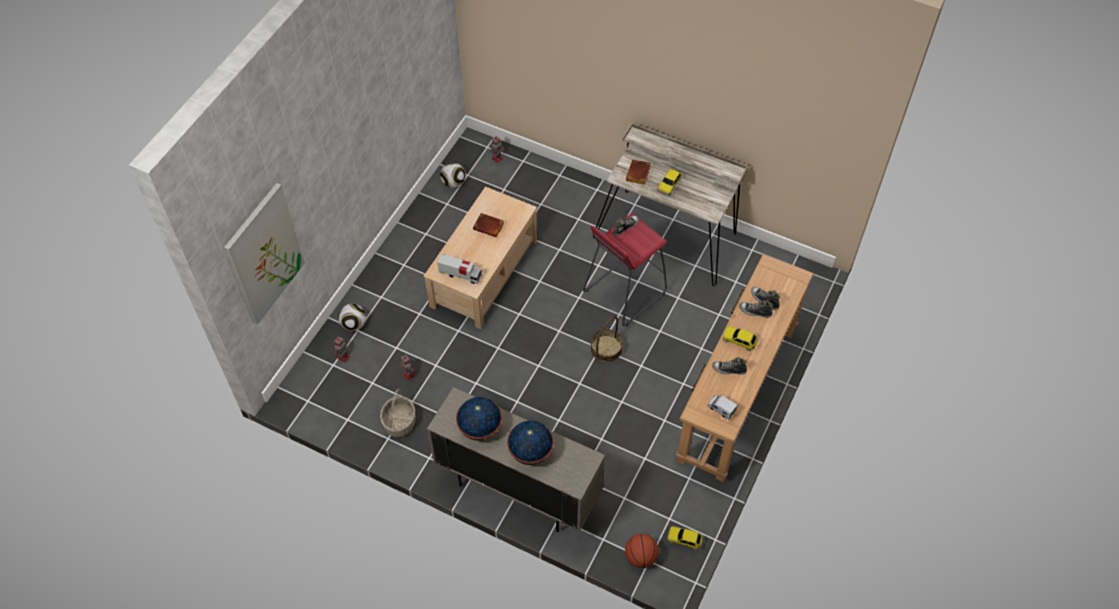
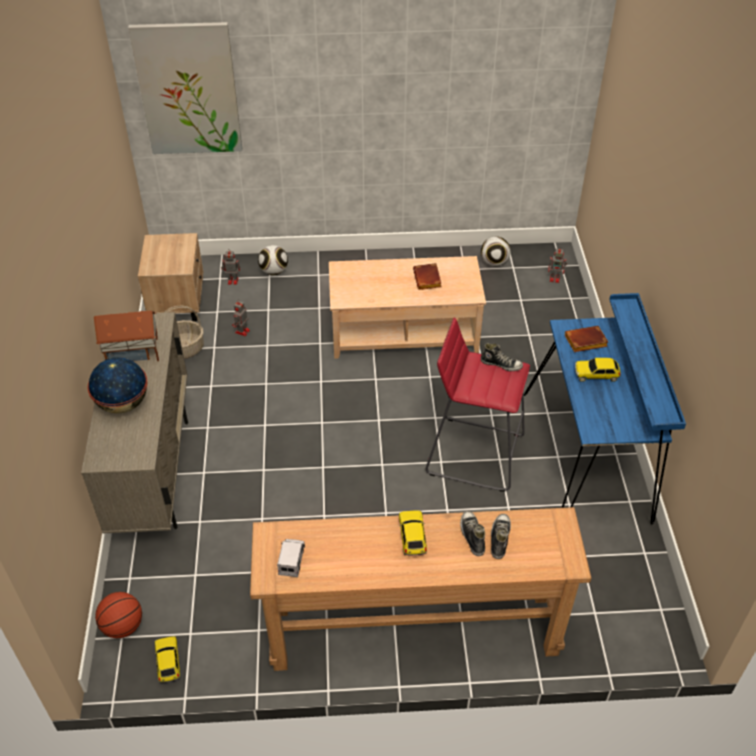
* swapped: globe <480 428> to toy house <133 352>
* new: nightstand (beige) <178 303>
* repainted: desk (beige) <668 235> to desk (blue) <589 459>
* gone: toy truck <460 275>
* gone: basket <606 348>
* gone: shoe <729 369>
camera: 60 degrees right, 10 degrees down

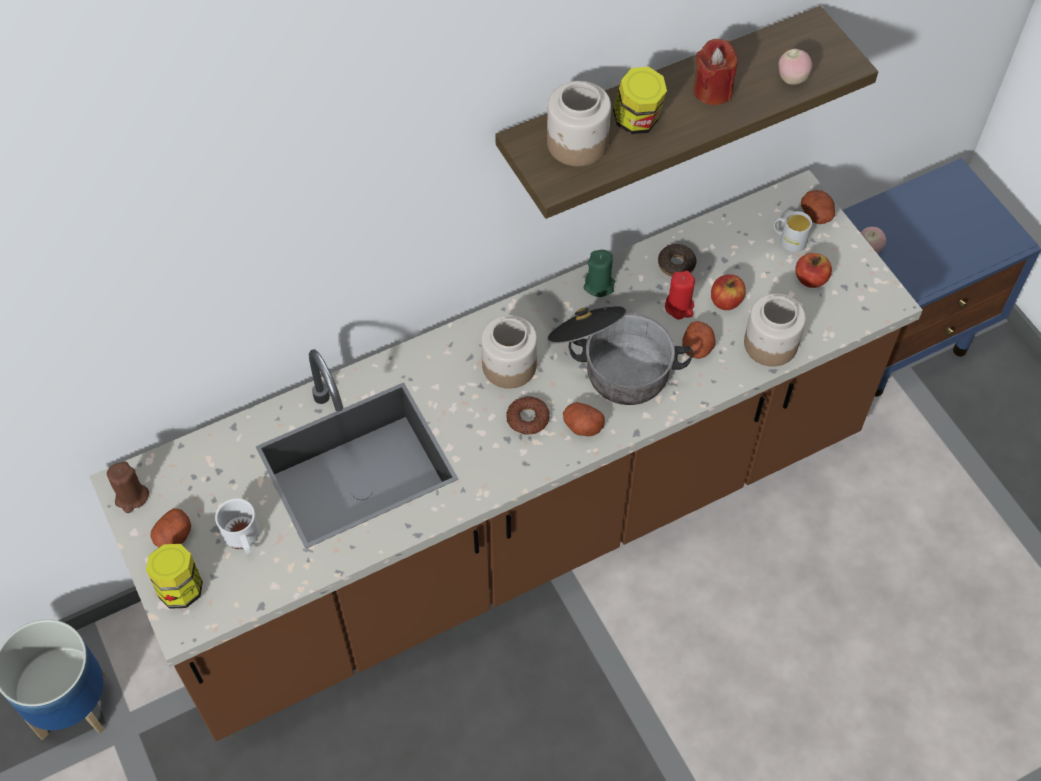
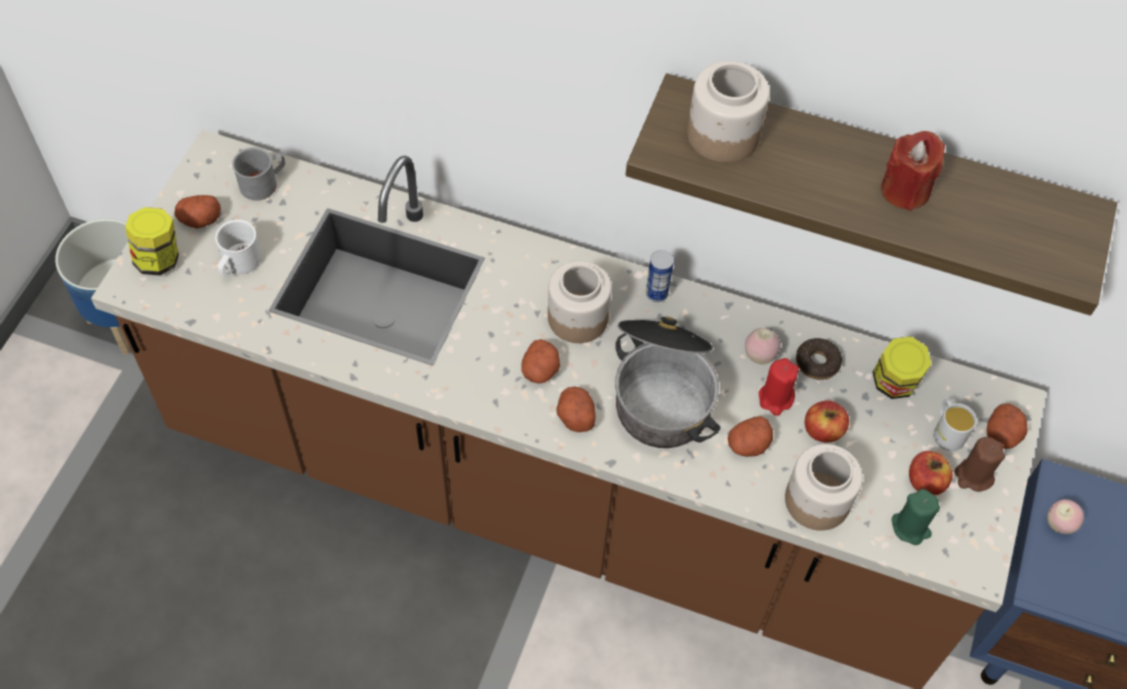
* new: mug (grey) <264 183>
* swapped: donut <527 418> to potato <540 370>
* new: can <656 293>
* shifted: apple <792 79> to <759 356>
* shifted: jar <637 121> to <894 383>
* shifted: candle (green) <599 285> to <910 527>
* shifted: candle (brown) <131 497> to <973 476>
camera: 45 degrees right, 0 degrees up

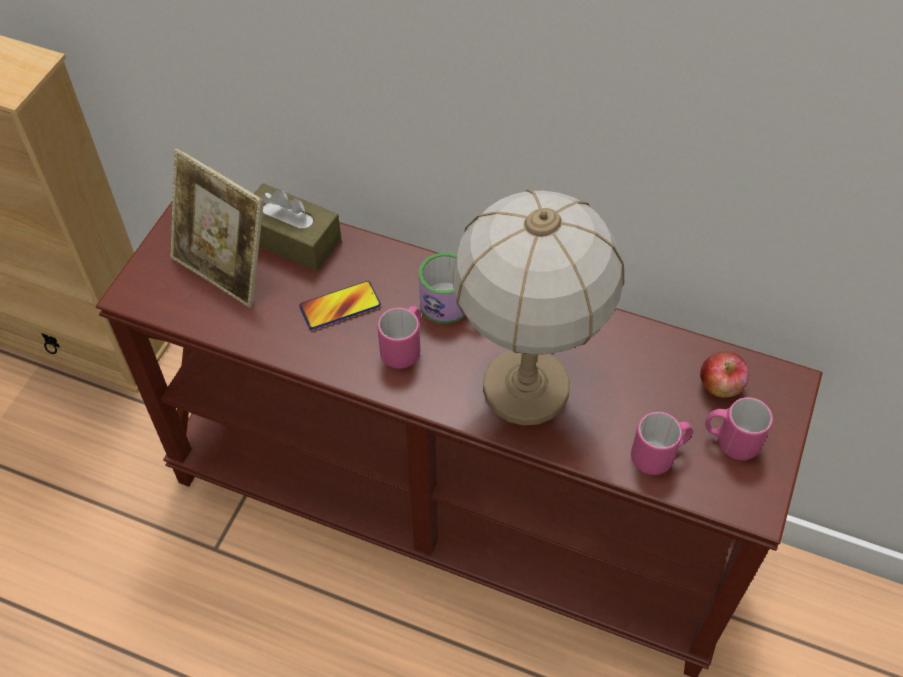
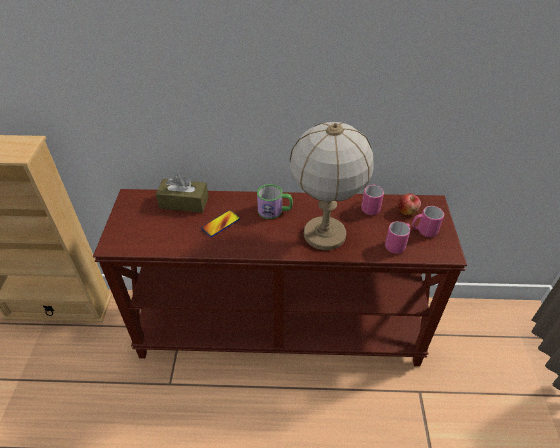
* shifted: mug (pink) <404 348> to <370 207>
* gone: picture frame <225 270>
camera: 20 degrees left, 10 degrees down

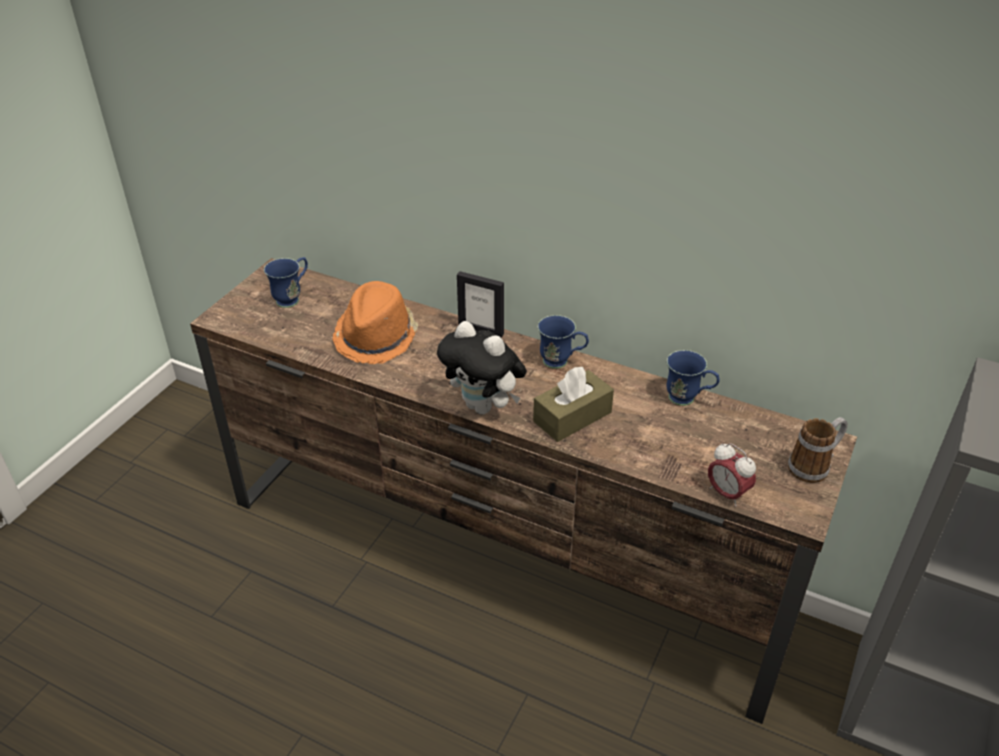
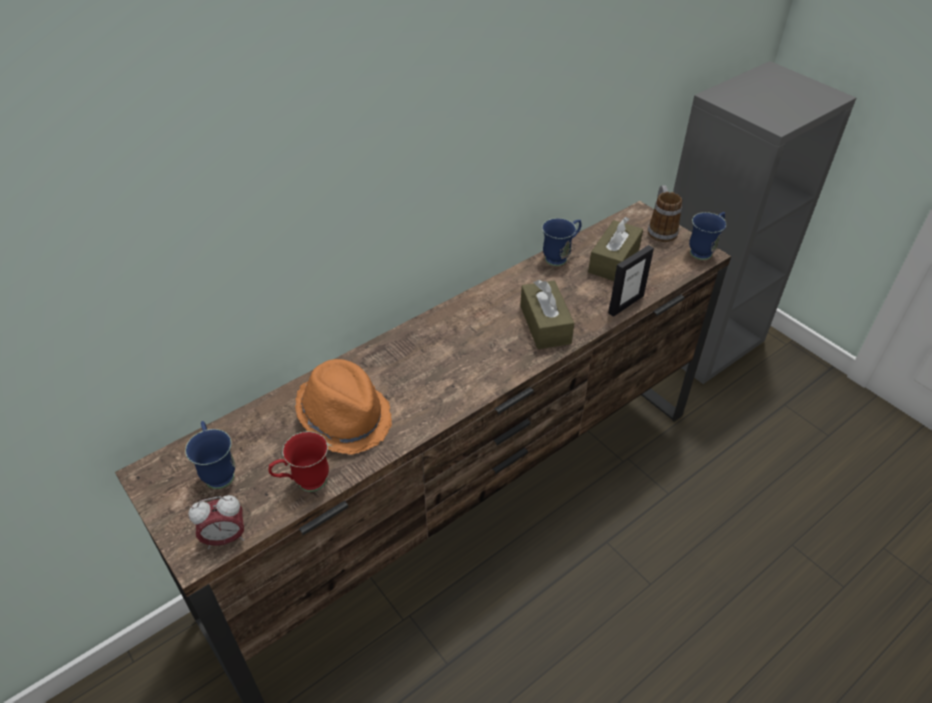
* shifted: alarm clock <727 494> to <225 538>
* new: mug (red) <304 483>
* new: tissue box (brown) <614 261>
* shifted: picture frame <481 330> to <625 304>
* shifted: mug (blue) <561 362> to <704 250>
* gone: plush toy <484 407>
camera: 65 degrees left, 5 degrees up

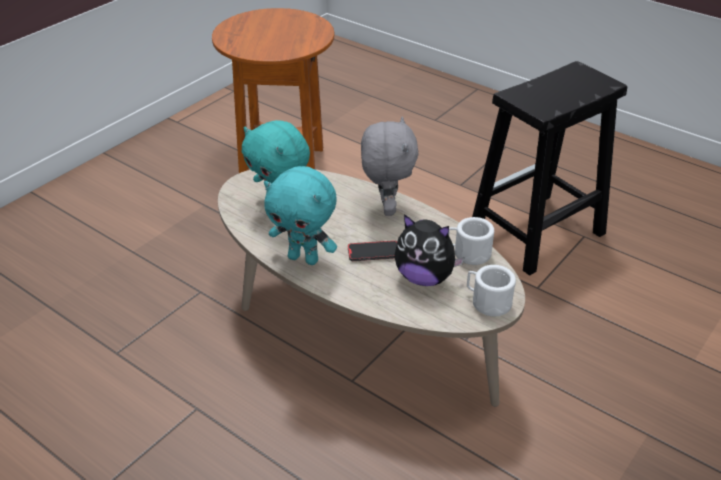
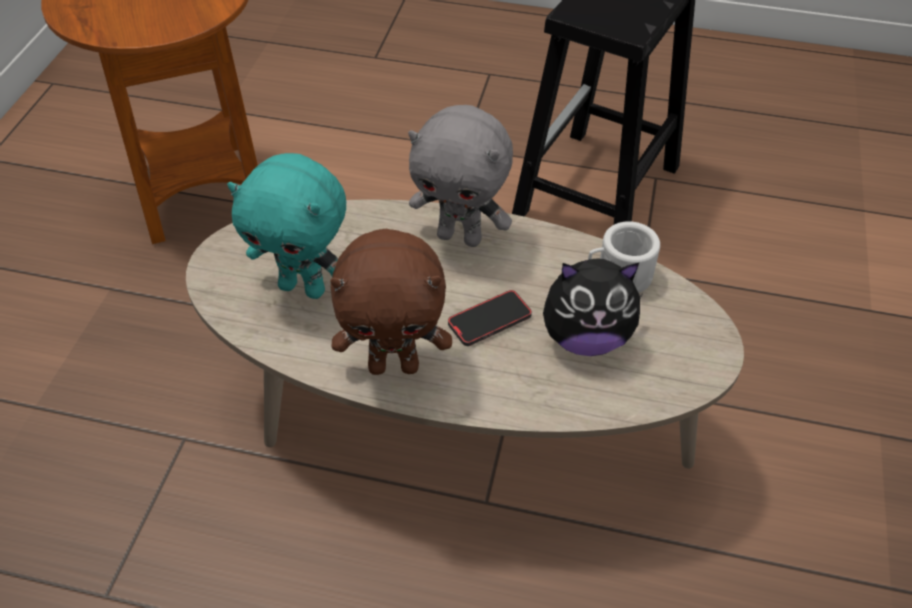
* repainted: plush toy (turquoise) <304 258> to plush toy (brown) <394 365>
* rotated: plush toy (grey) <386 207> = <460 237> 135 degrees clockwise
* gone: mug (white) <487 302>
camera: 25 degrees left, 10 degrees up

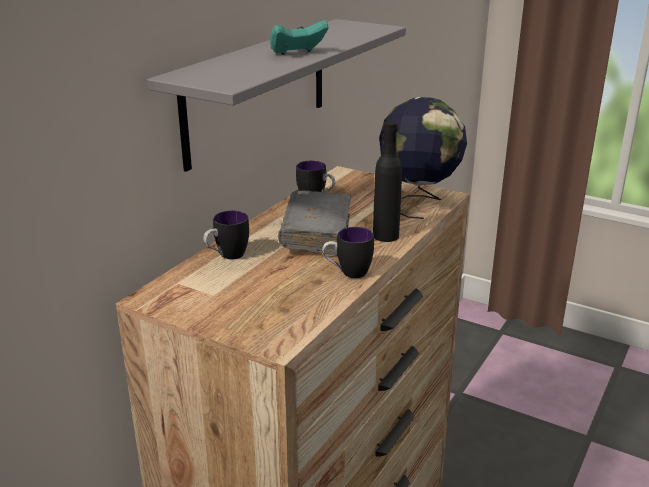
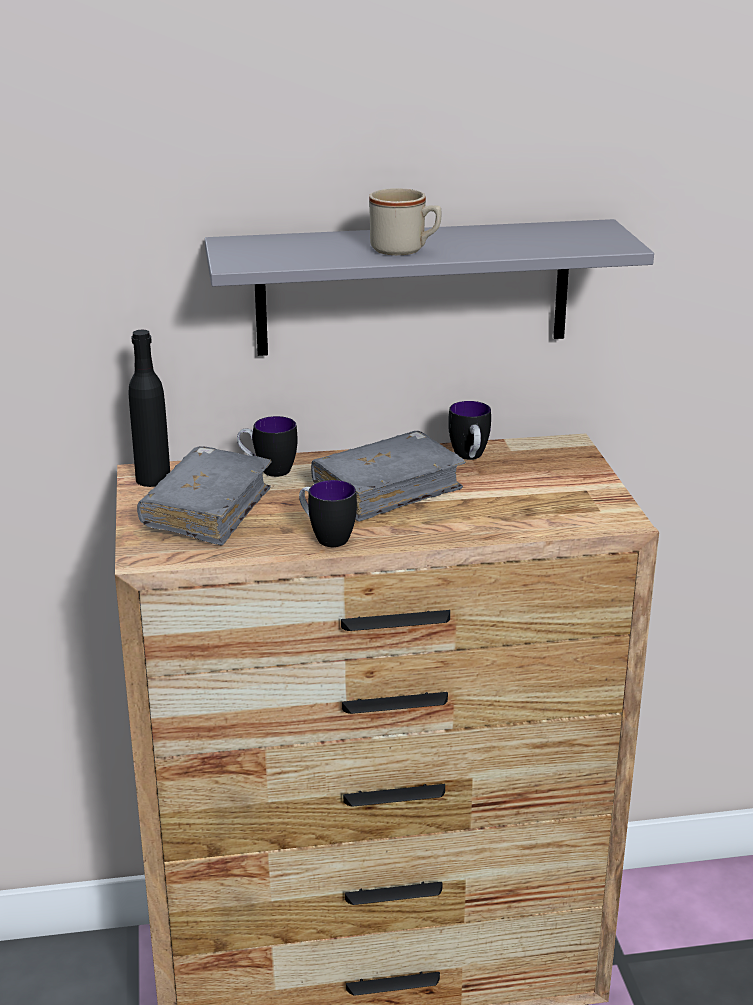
* shifted: bottle (black) <385 236> to <153 479>
* new: book (grey) <207 510>
* swapped: game controller (turquoise) <297 53> to mug (beige) <405 250>
* gone: globe <418 203>
camera: 50 degrees right, 0 degrees up

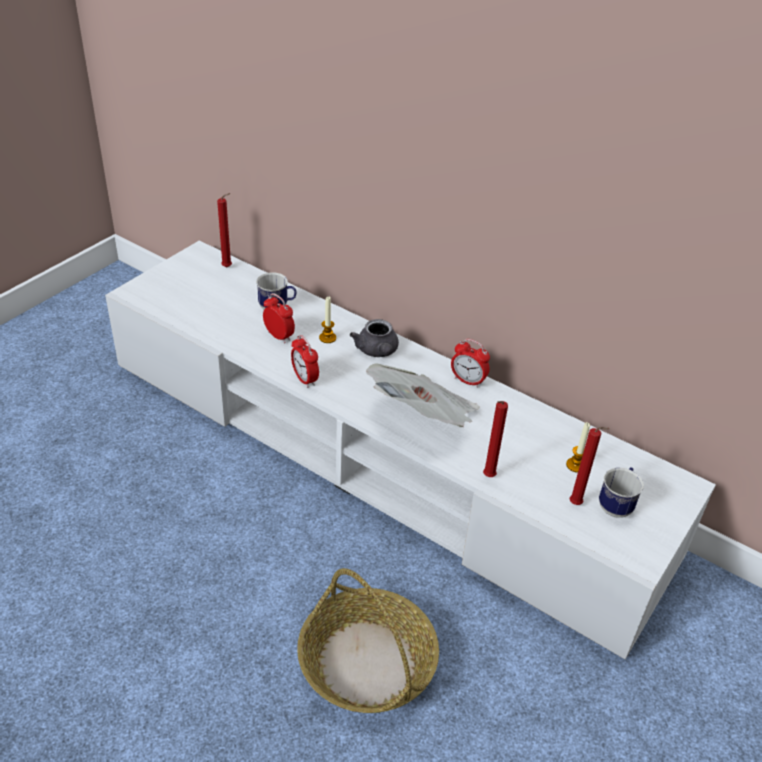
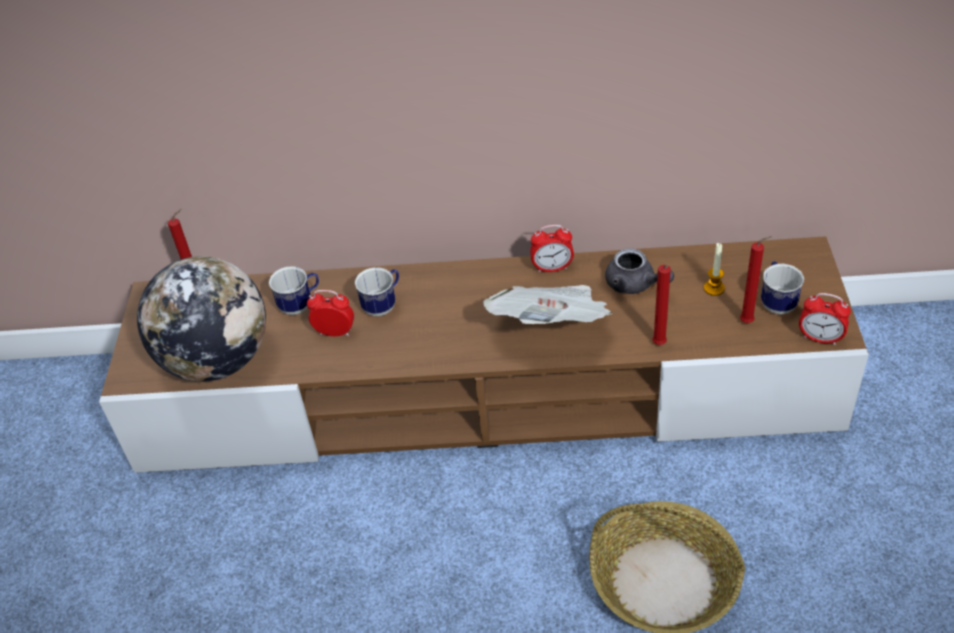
* repainted: tv stand (white) <377 456> to tv stand (brown) <487 394>
* new: globe <217 360>
* swapped: candle <327 338> to mug <383 305>
* shifted: teapot (grey) <377 351> to <635 285>
* shifted: alarm clock <305 379> to <820 338>
camera: 30 degrees left, 5 degrees up

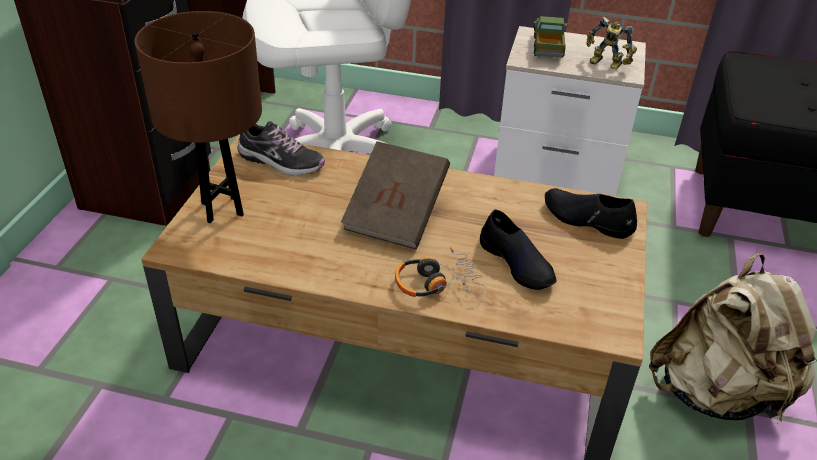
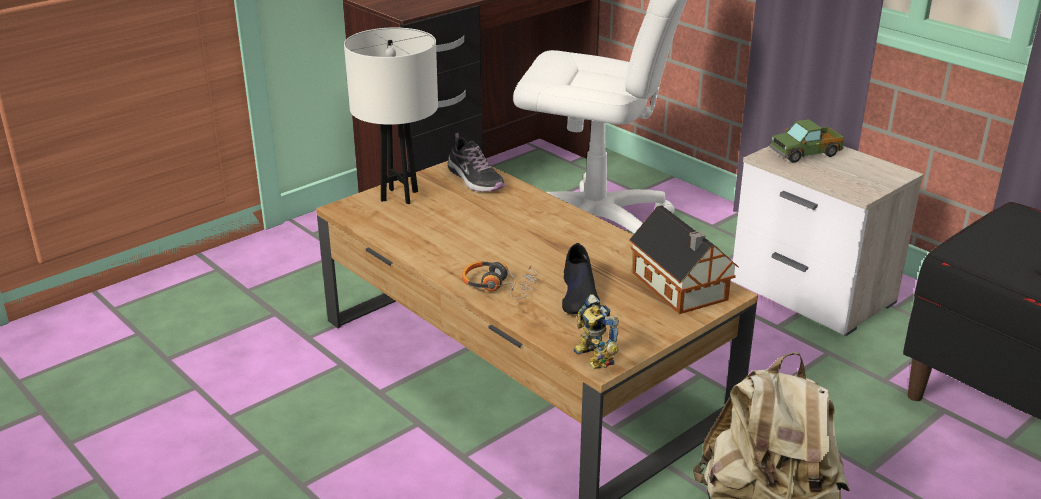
* repainted: table lamp (brown) <223 209> to table lamp (white) <400 196>
* shifted: toy robot <606 64> to <591 359>
* swapped: shoe (black) <587 219> to toy house <680 288>
* rotated: toy truck <547 47> = <805 154> 150 degrees counterclockwise
* gone: book (brown) <396 215>
camera: 35 degrees right, 10 degrees down

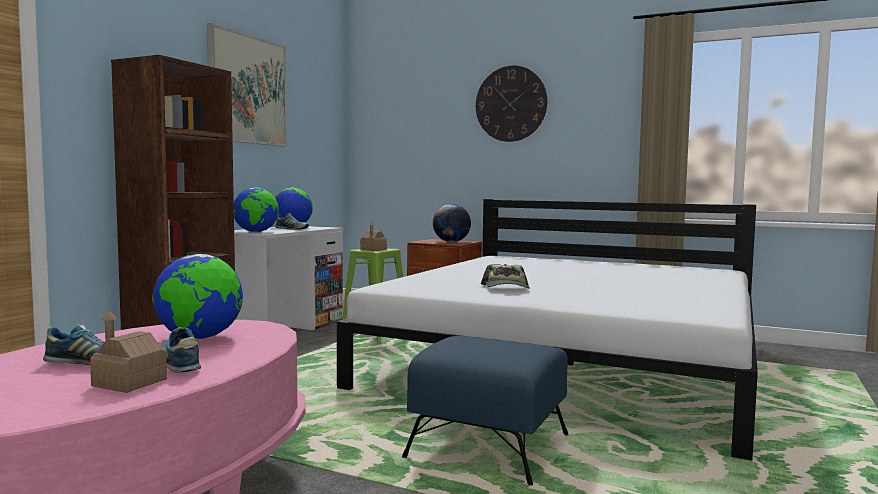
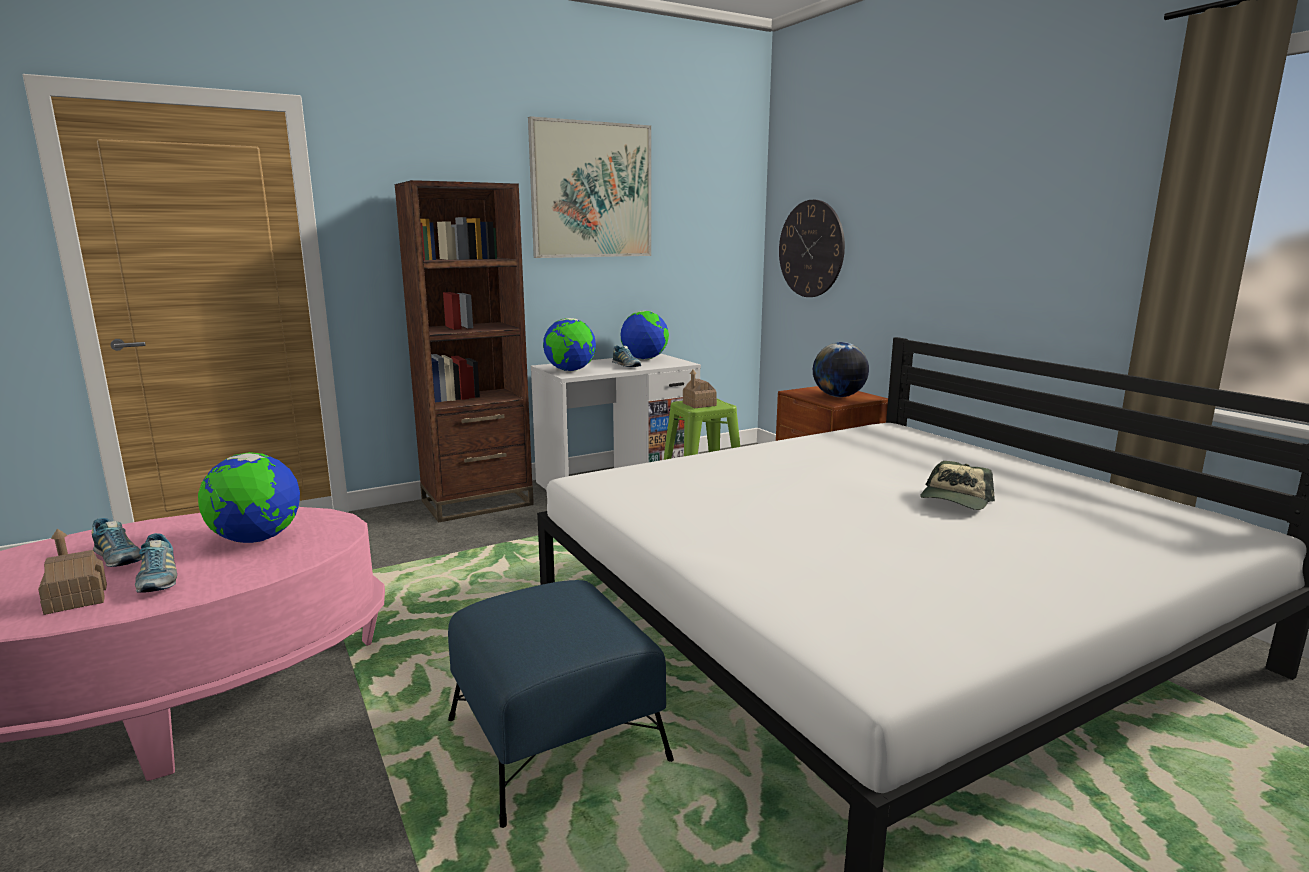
* rotated: shoe <179 364> = <158 581> 150 degrees clockwise
* shifted: wall clock <511 104> to <811 249>
* shifted: cap <507 288> to <955 500>
camera: 35 degrees right, 10 degrees up

